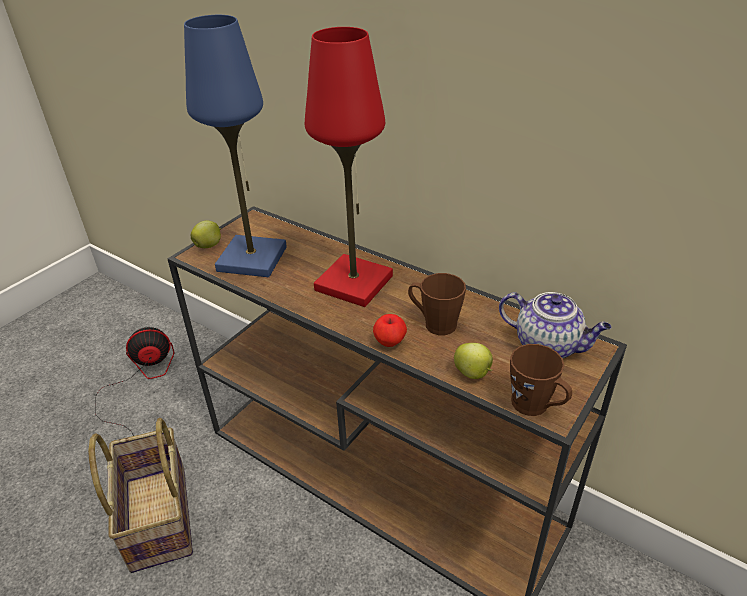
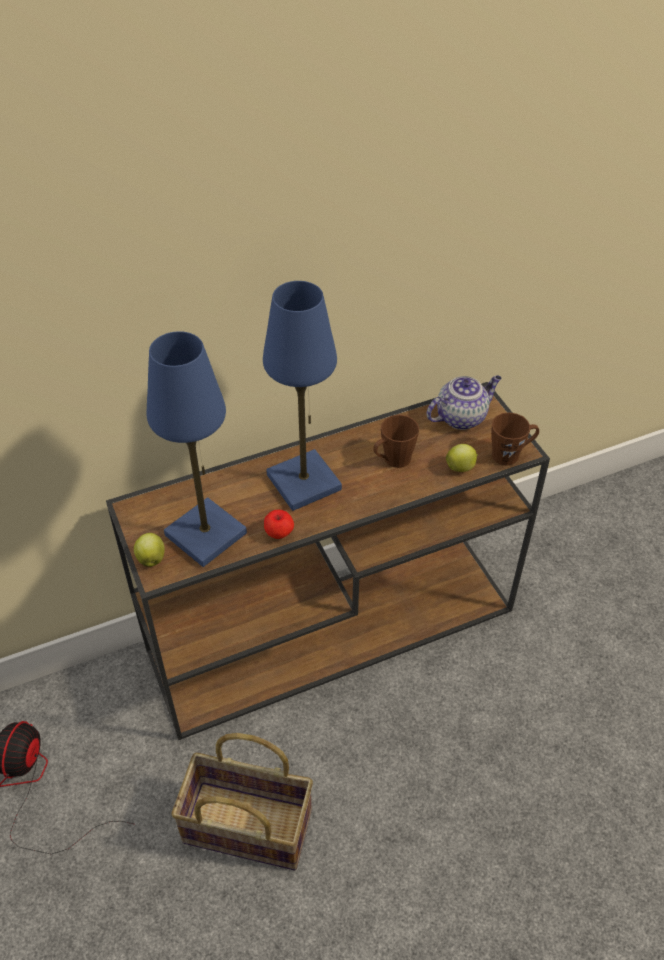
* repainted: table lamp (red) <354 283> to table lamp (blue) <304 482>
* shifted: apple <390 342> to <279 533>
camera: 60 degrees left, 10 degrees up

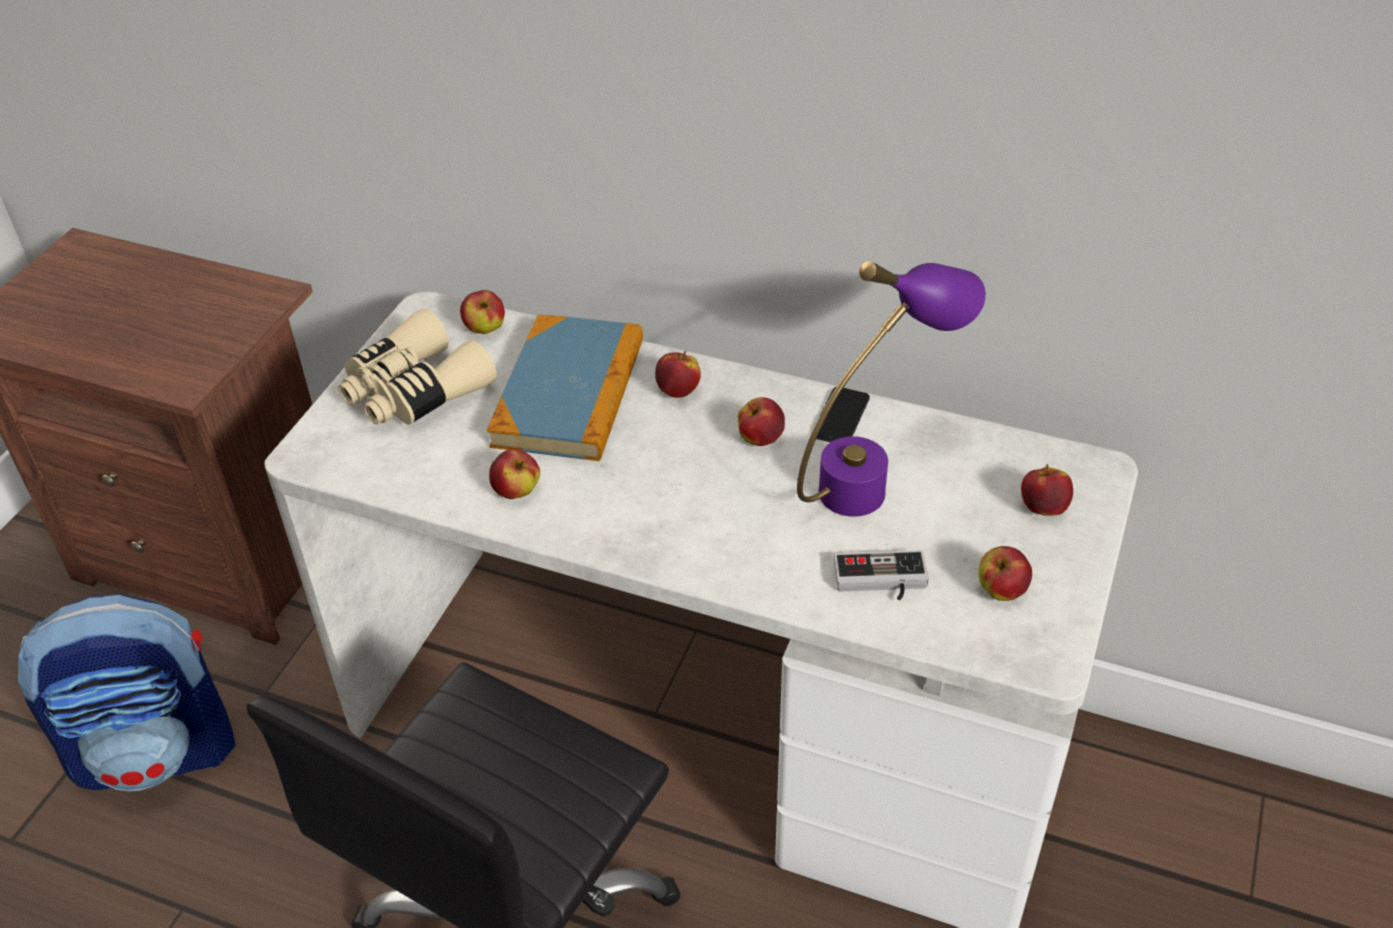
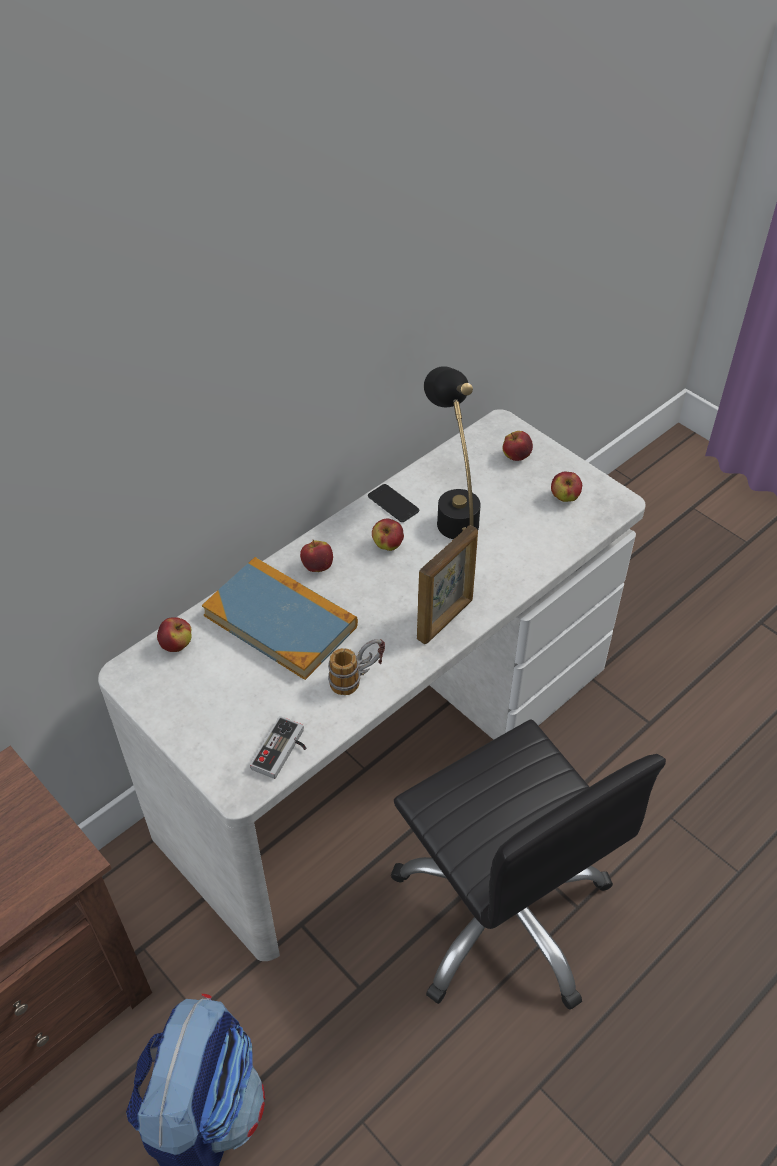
* shifted: game controller <881 582> to <283 752>
* swapped: apple <516 492> to mug <357 678>
* new: picture frame <446 619>
* repainted: table lamp (purple) <876 477> to table lamp (black) <452 509>
* gone: binoculars (beige) <414 391>
camera: 65 degrees left, 5 degrees up

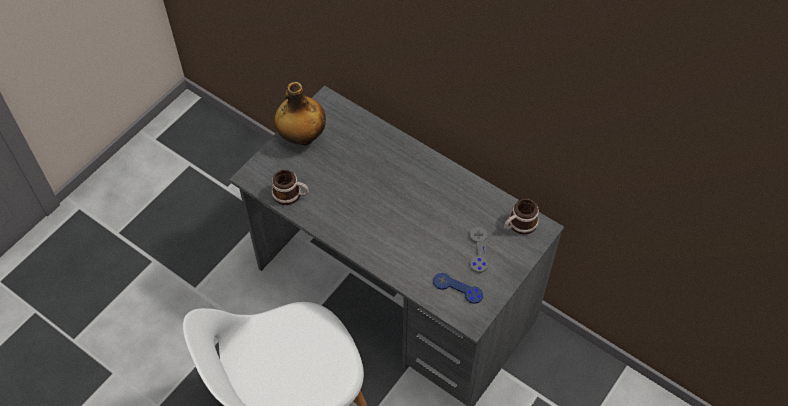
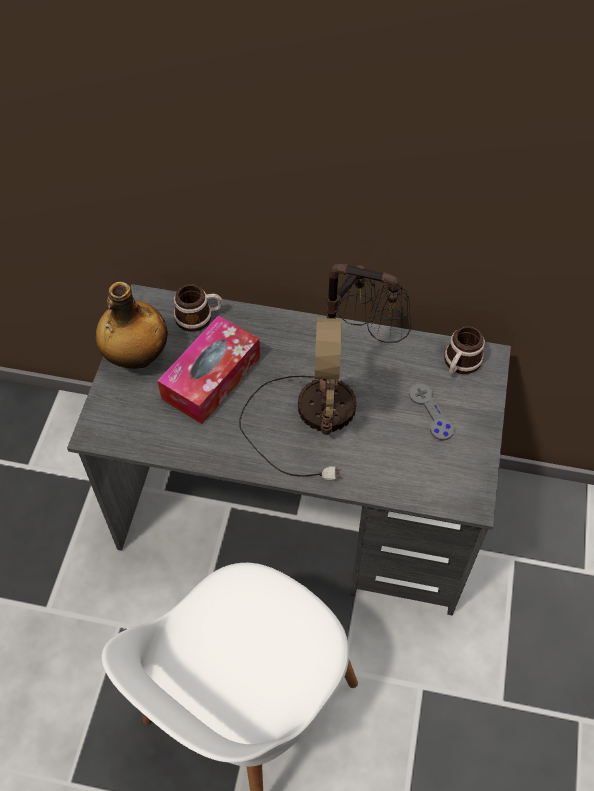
* new: tissue box <211 378>
* shifted: mug <291 195> to <199 317>
* new: table lamp <329 404>
* gone: game controller (blue) <457 288>
camera: 25 degrees left, 0 degrees up

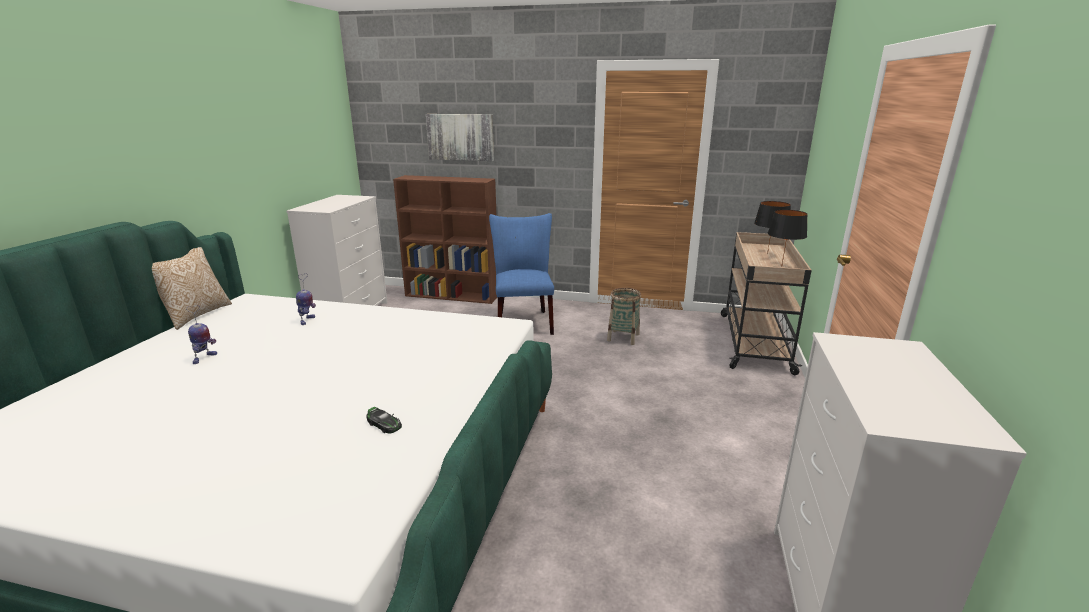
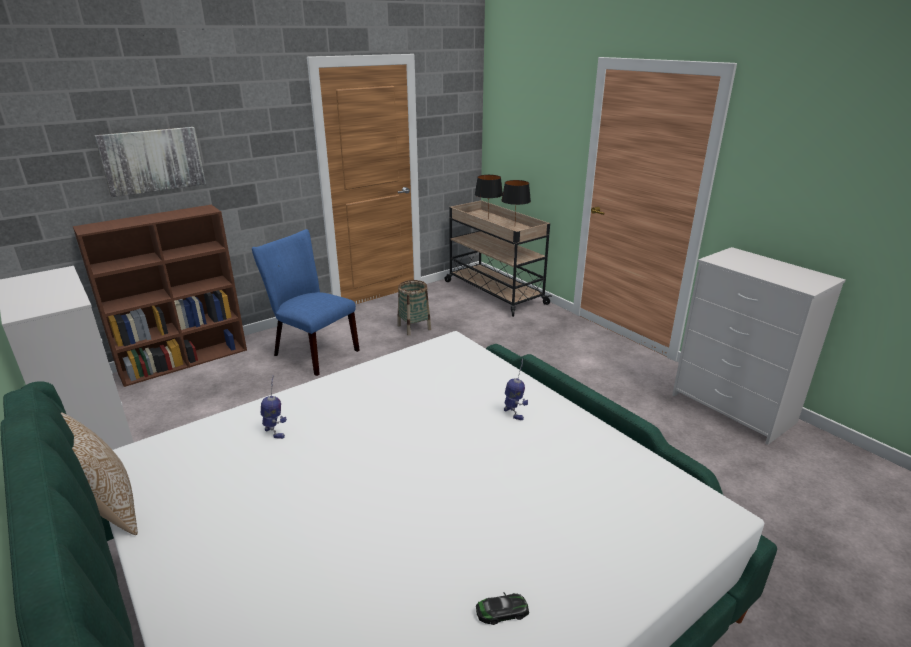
* shifted: toy car <384 424> to <502 612>
* shifted: toy robot <204 358> to <514 413>
camera: 50 degrees left, 5 degrees up

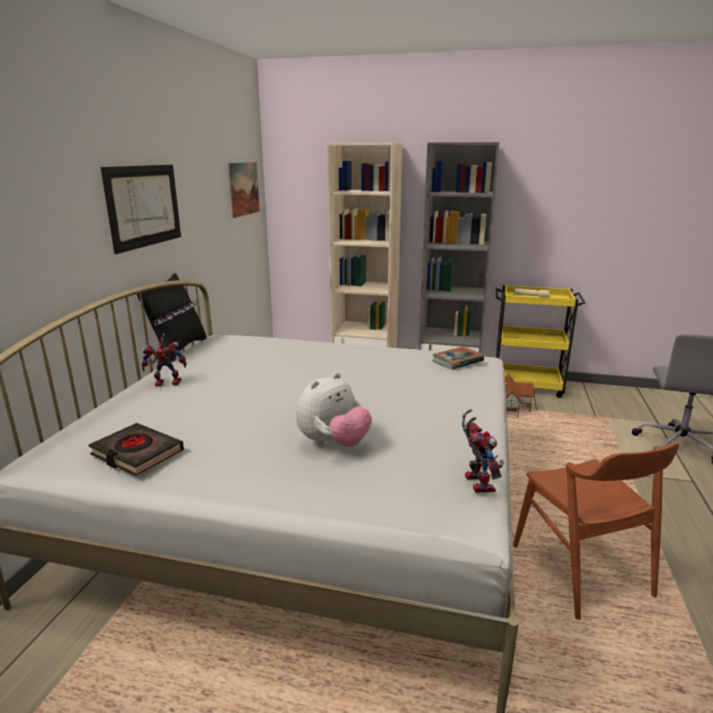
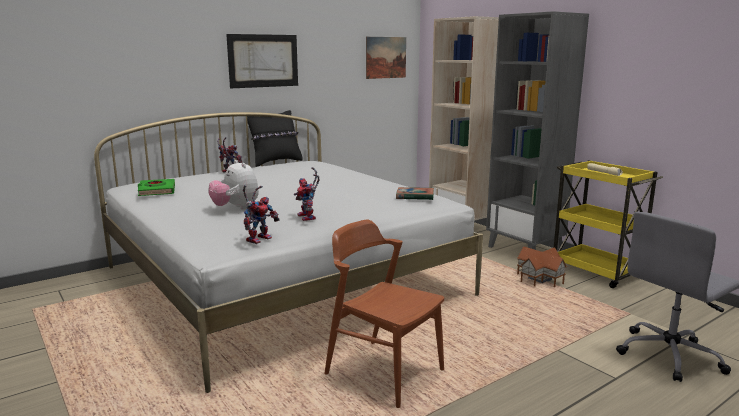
* repainted: book (black) <137 453> to book (green) <156 191>
* rotated: plush toy <333 444> = <235 208> 60 degrees clockwise
* new: toy robot <309 217>
* rotated: chair (brown) <580 571> = <384 372> 105 degrees clockwise
camera: 40 degrees right, 5 degrees down

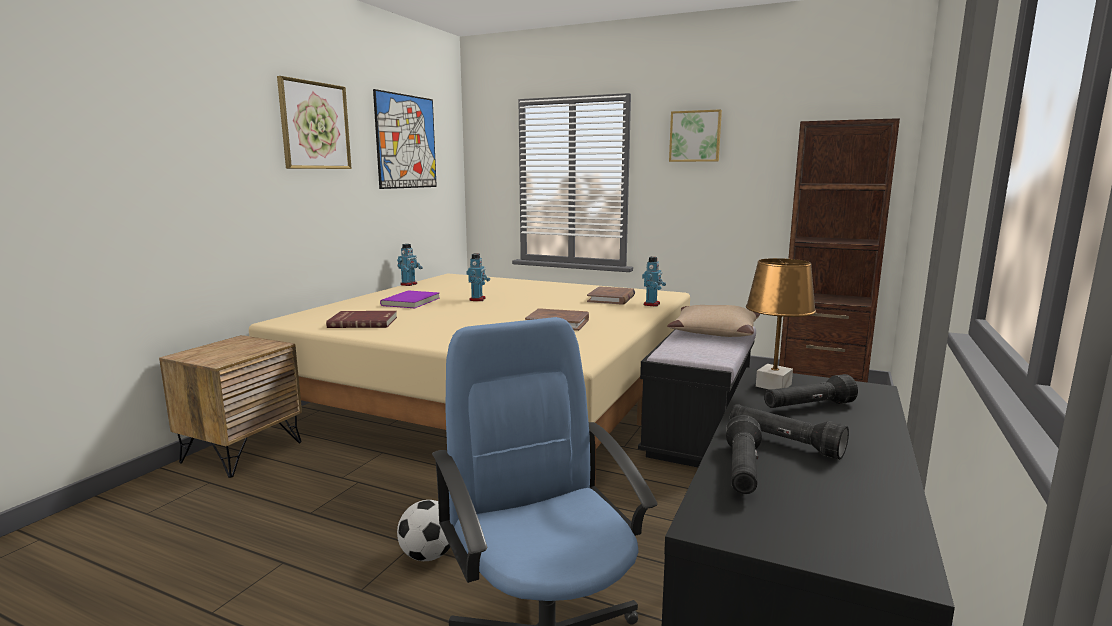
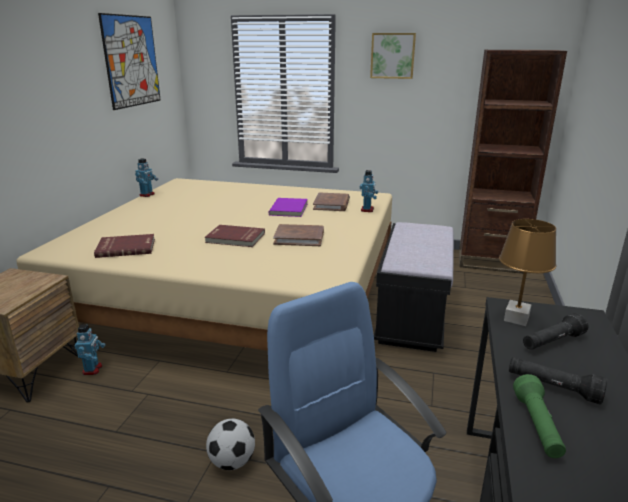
* shifted: toy robot <478 299> to <93 369>
* new: book (red) <235 238>
* shifted: book (purple) <412 302> to <289 209>
* repainted: flashlight (black) <742 471> to flashlight (green) <537 426>
* gone: picture <315 126>
* gone: pillow (beige) <714 332>
camera: 10 degrees left, 10 degrees up

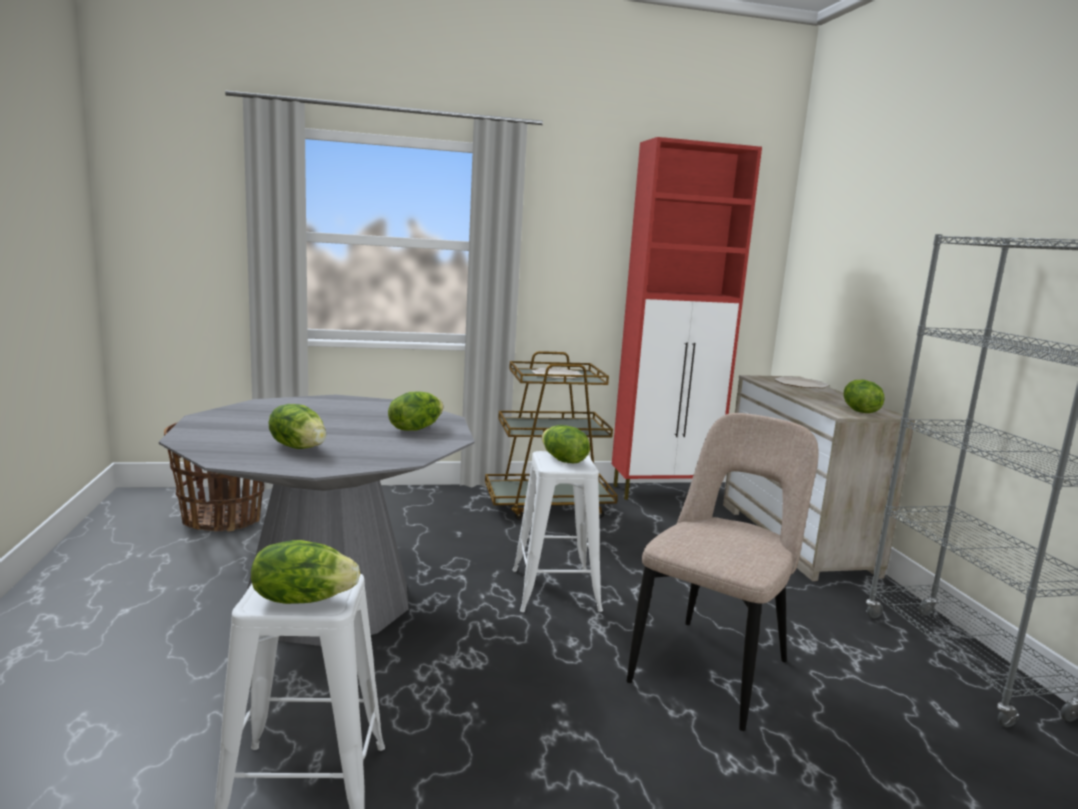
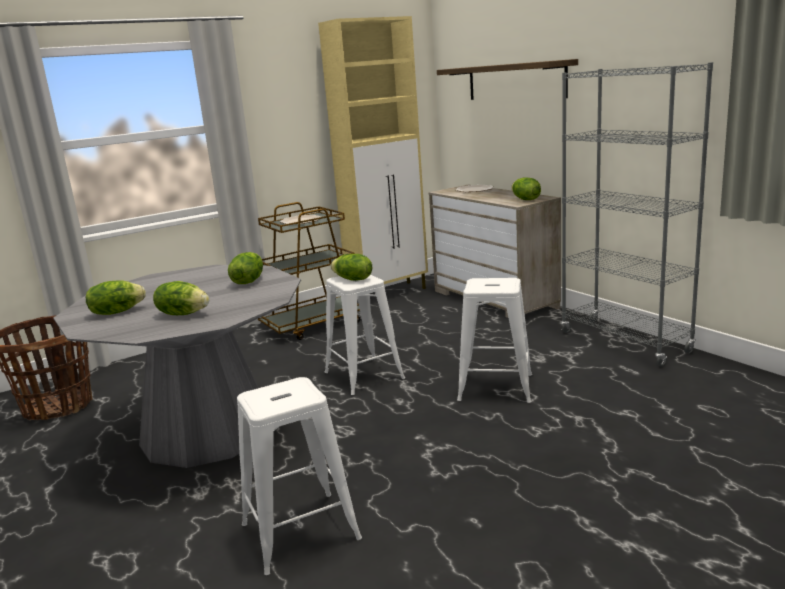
* shifted: lettuce <302 598> to <117 312>
* repainted: cabinet (red) <664 492> to cabinet (beige) <389 293>
* new: shelf <515 81>
* swapped: chair (beige) <714 668> to stool (white) <495 387>
camera: 20 degrees left, 5 degrees up

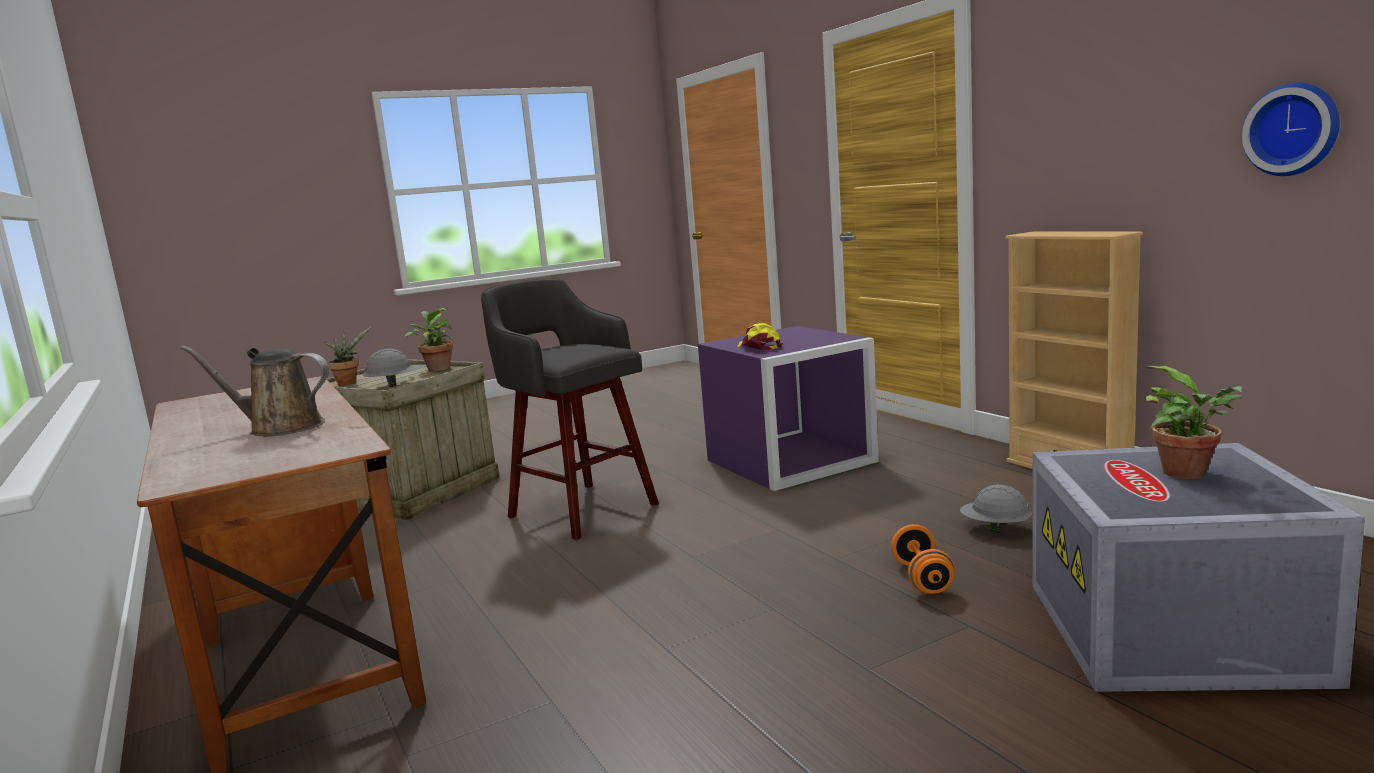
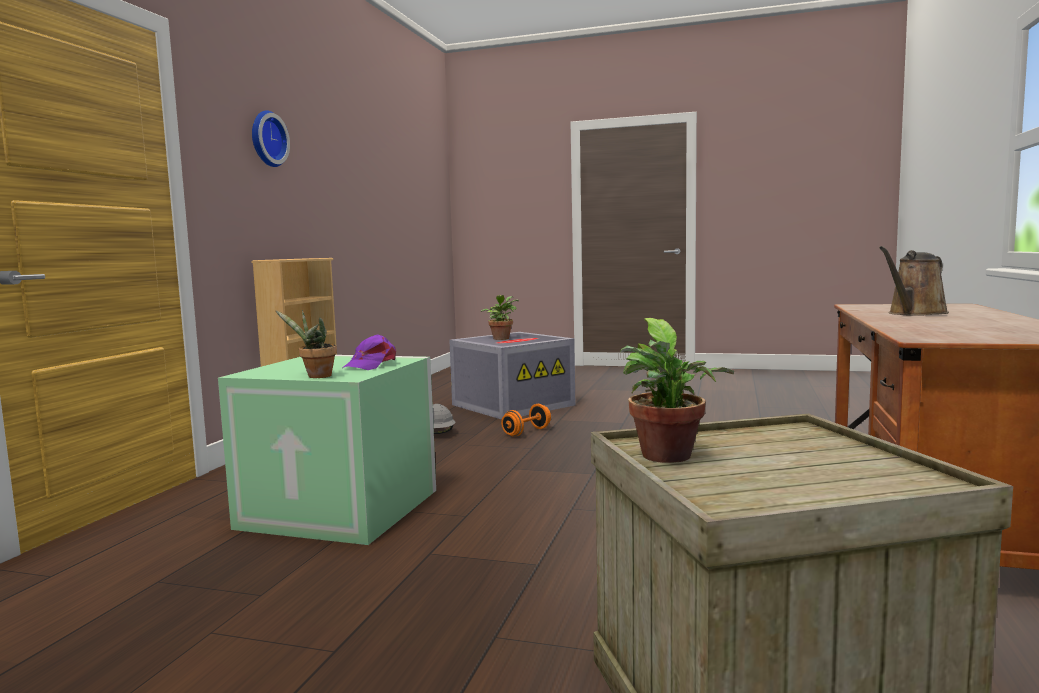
* repainted: storage box (purple) <790 462> to storage box (green) <343 508>
* shifted: wall clock <1293 129> to <266 139>
* shifted: potted plant <349 382> to <316 376>
* repainted: cap (yellow) <759 347> to cap (purple) <371 365>
* rotated: watering can (brown) <280 428> = <914 313> 90 degrees clockwise
* gone: hard hat (grey) <395 385>
* gone: stool (grey) <580 509>
camera: 135 degrees left, 5 degrees down

